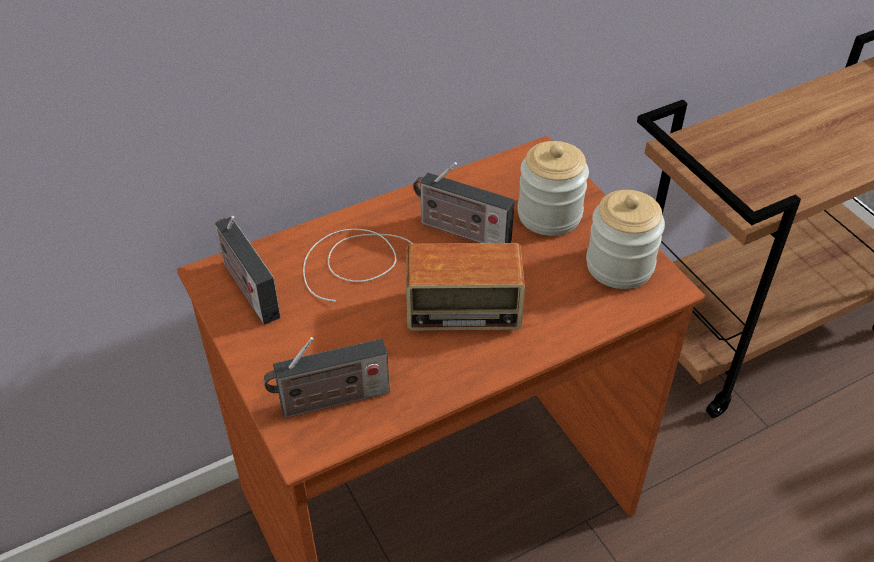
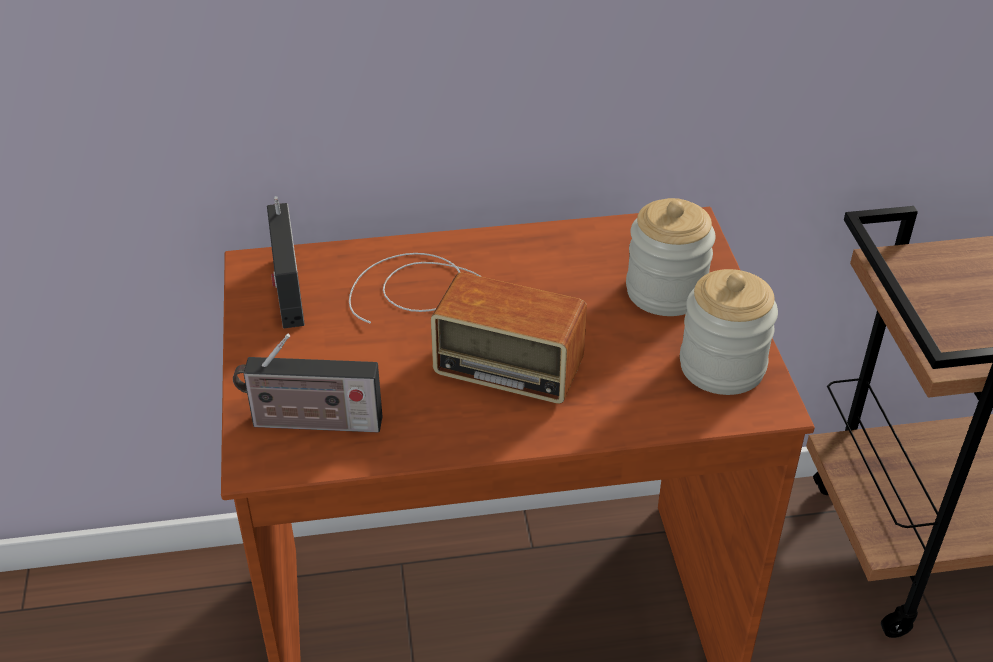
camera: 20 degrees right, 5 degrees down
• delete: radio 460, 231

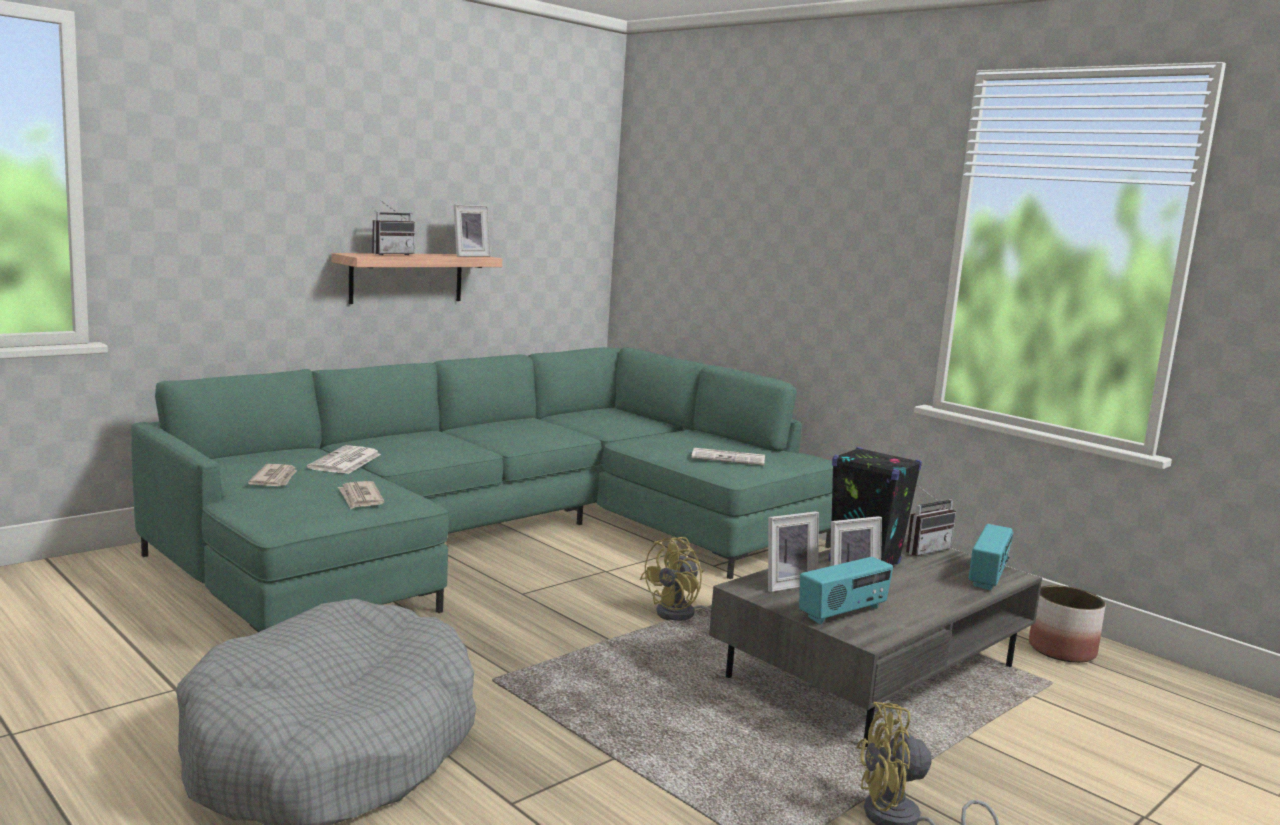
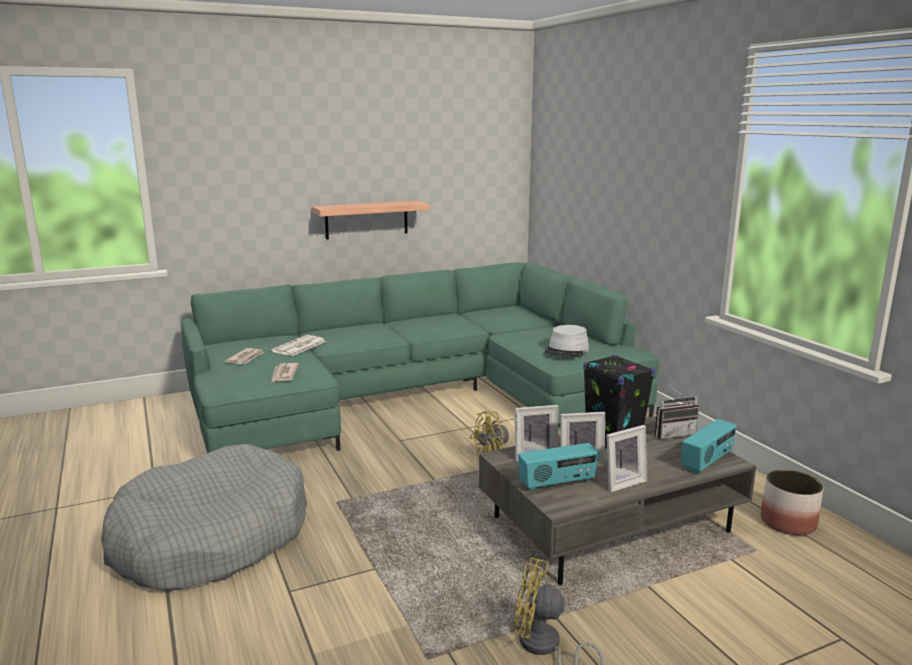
camera: 20 degrees right, 5 degrees up
• delete: radio 390, 254
• move: portarretratos 468, 256 to 622, 482
• replace: periódico 729, 458 to sombrero/gris 567, 350

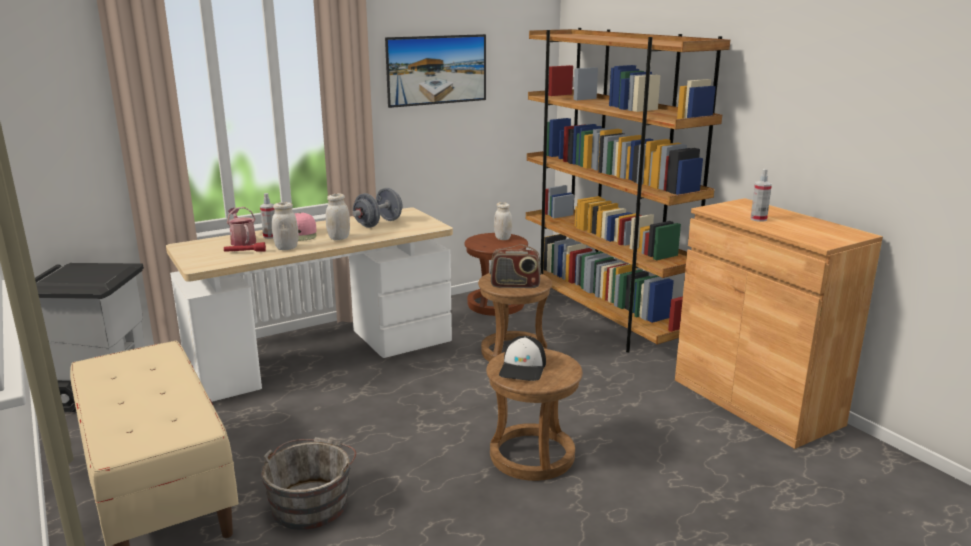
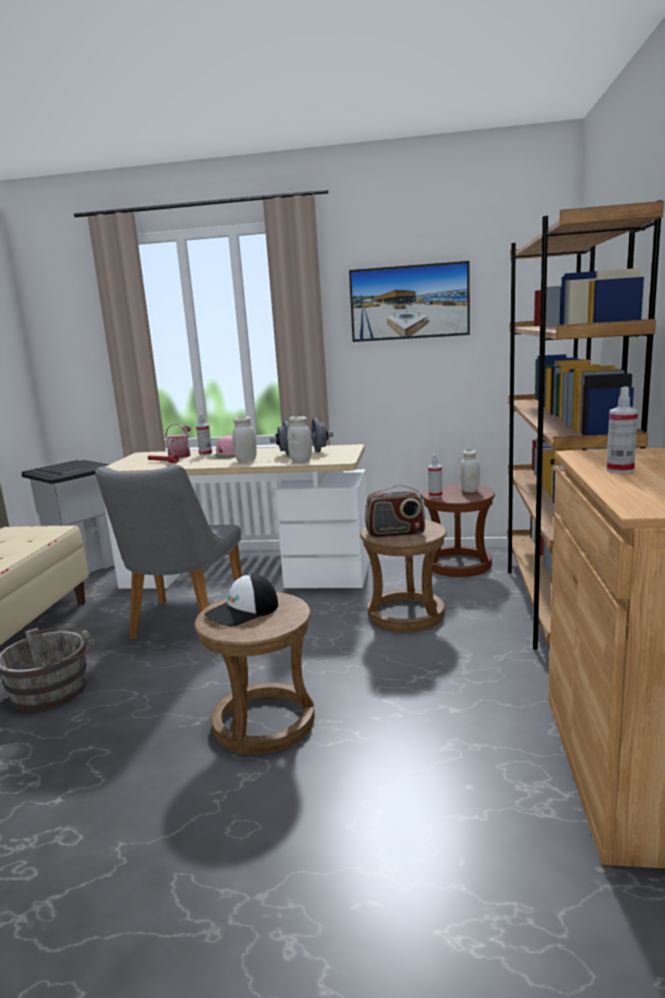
camera: 40 degrees right, 5 degrees down
• insert: silla/gris 182, 625
• insert: pulverizador 435, 496
• move: tarro/blanco 286, 248 to 301, 461
• rotate: radio 515, 285 = 395, 533 45 degrees counterclockwise

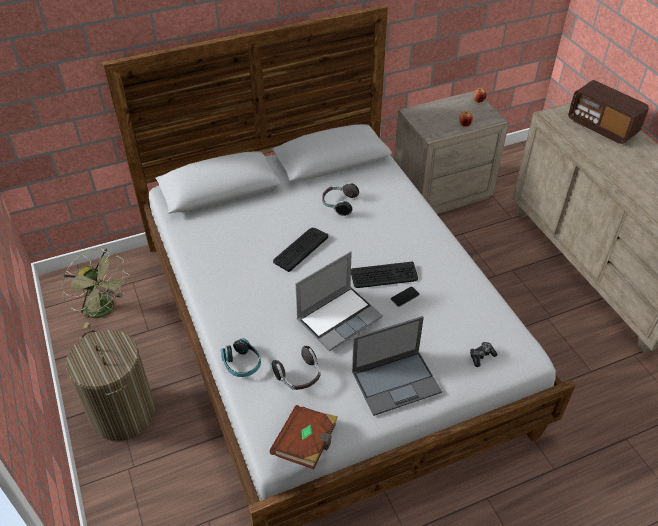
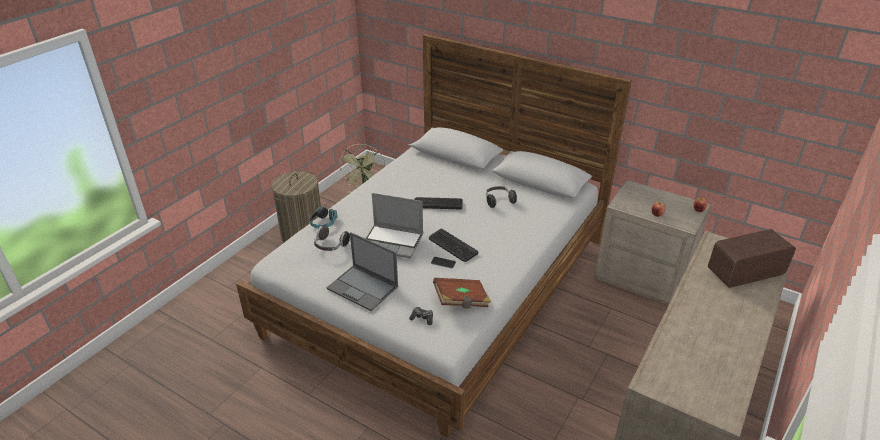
camera: 55 degrees right, 10 degrees down
• move: libro/marrón 306, 443 to 461, 301
• rotate: radio 602, 127 = 745, 273 60 degrees clockwise

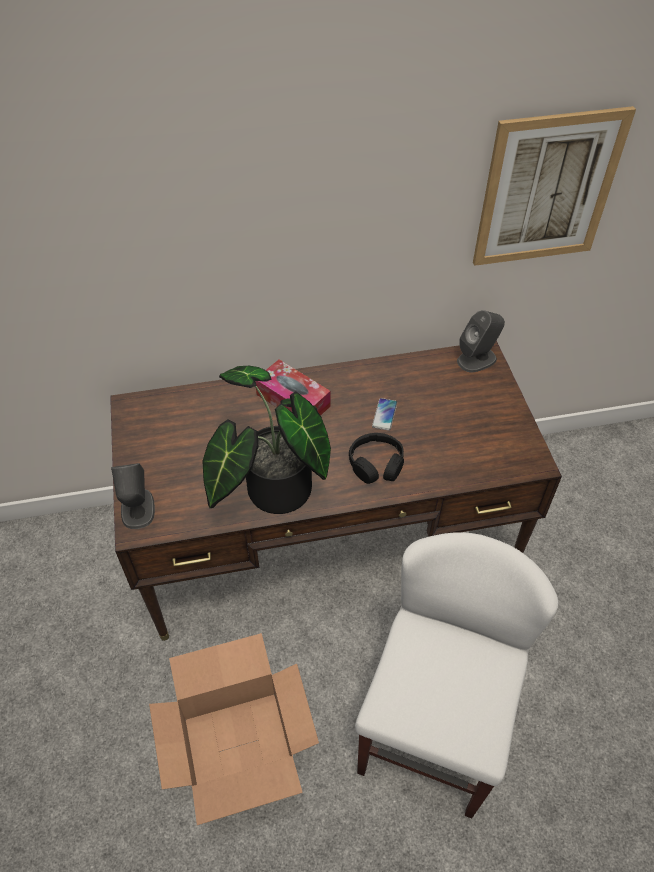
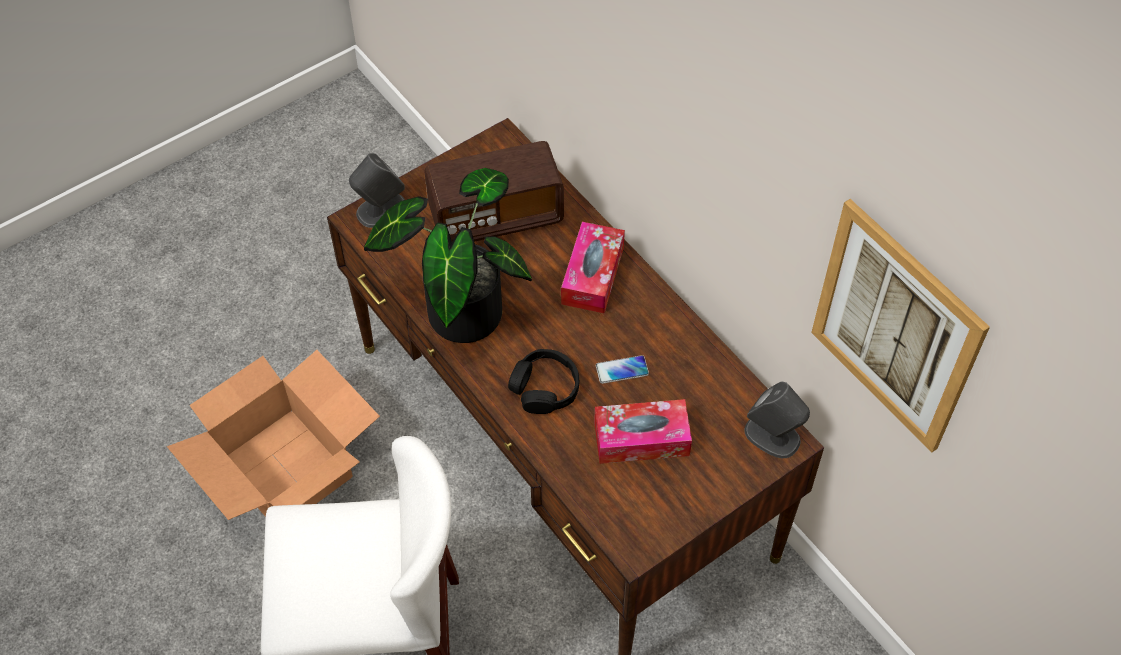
camera: 65 degrees right, 5 degrees up
• insert: radio 496, 216
• insert: caja de pañuelos 641, 439

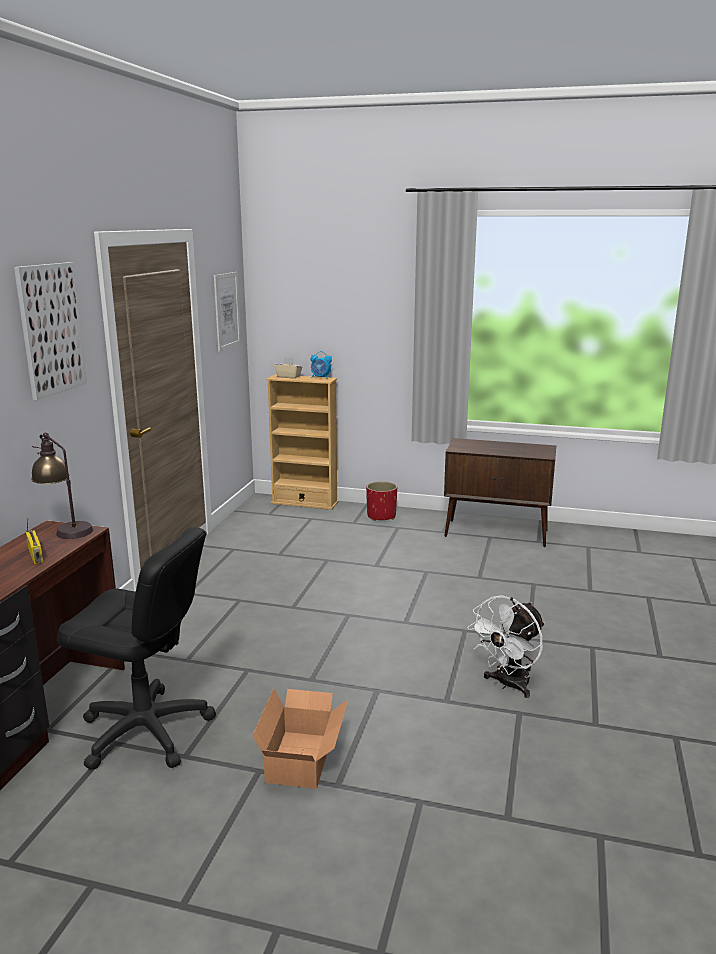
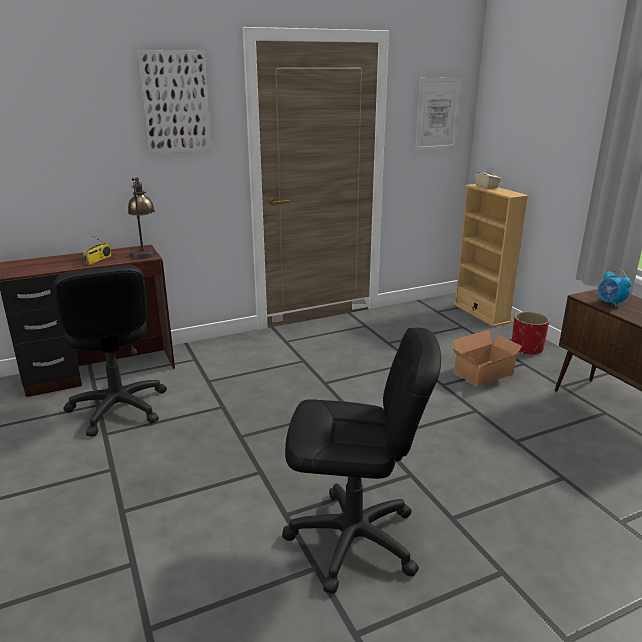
camera: 50 degrees right, 5 degrees up
• move: caja de cartón 303, 758 to 486, 374
• move: despertador 320, 377 to 610, 303
• replace: ventilador/blanco 508, 685 to silla de oficina/negro 353, 540

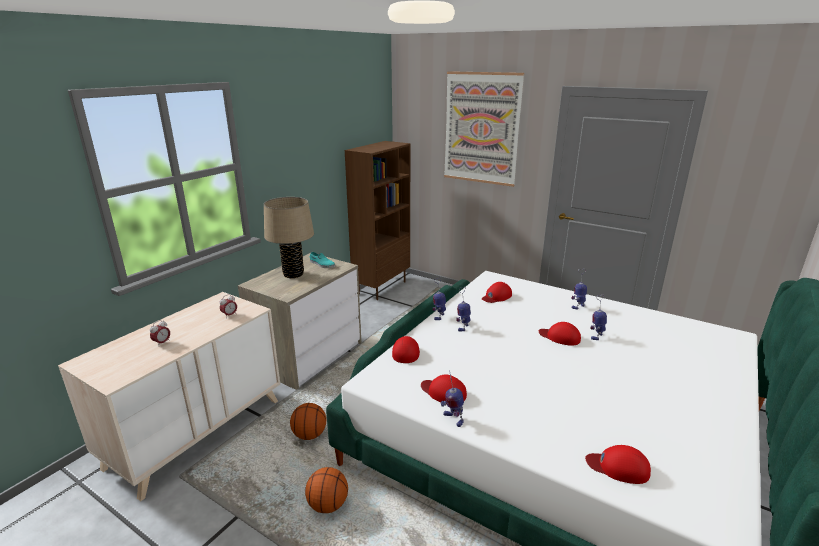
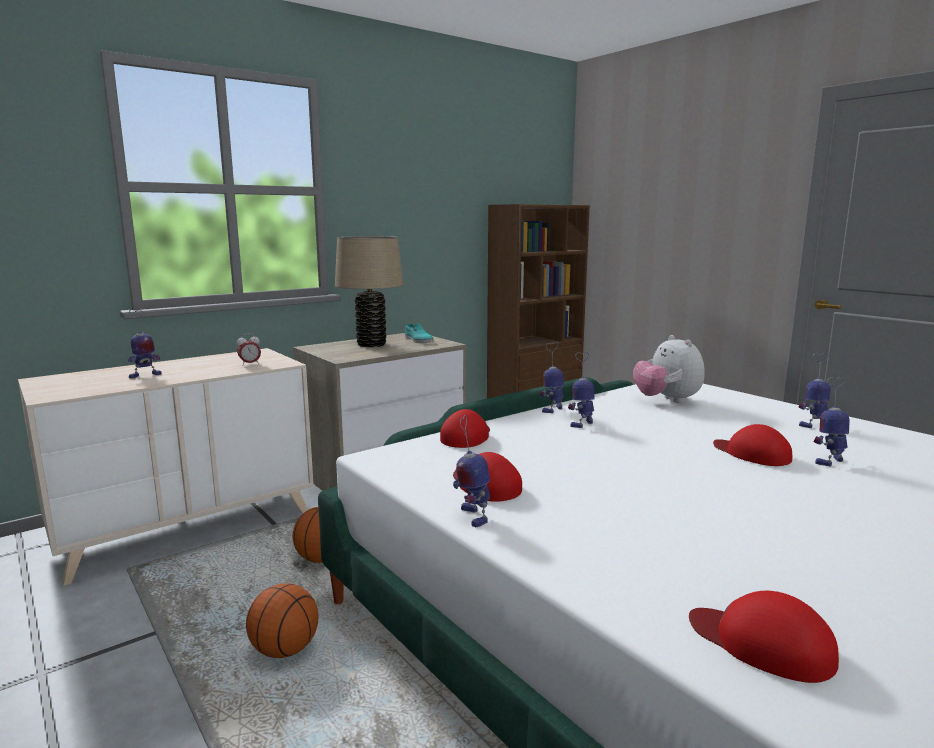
camera: 20 degrees right, 10 degrees down
• delete: cuadro 481, 128
• replace: despertador 162, 343 to robot de juguete 145, 376
• replace: gorra/rojo 496, 296 to peluche 666, 401

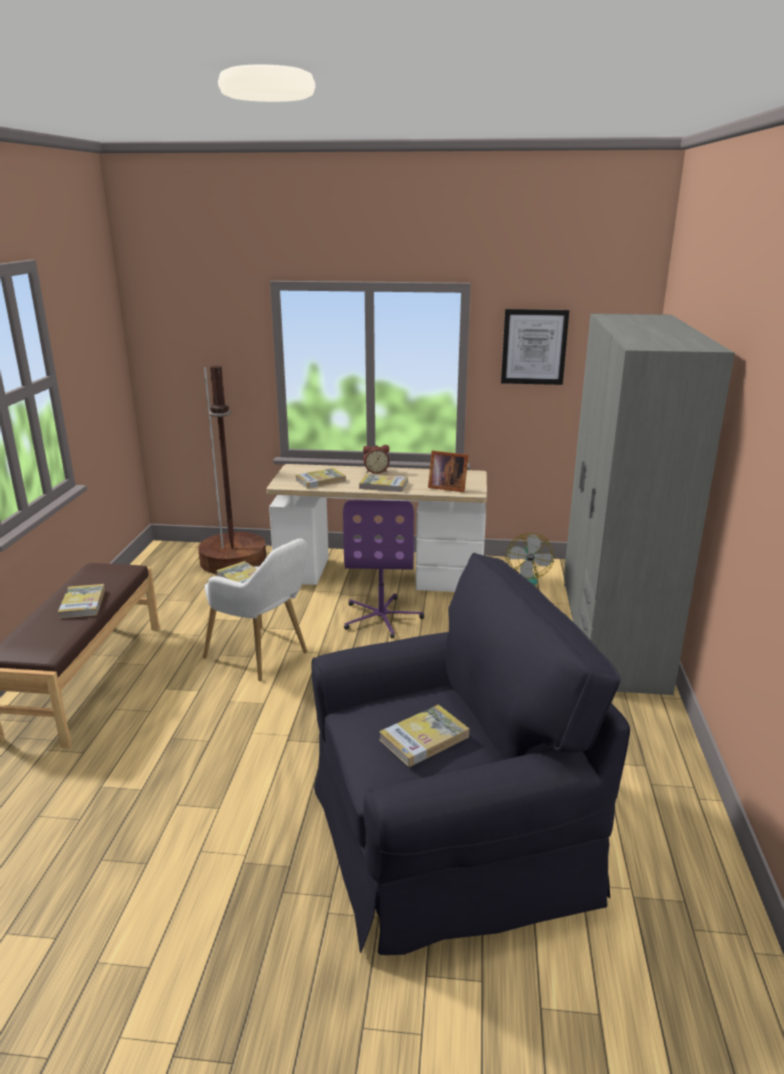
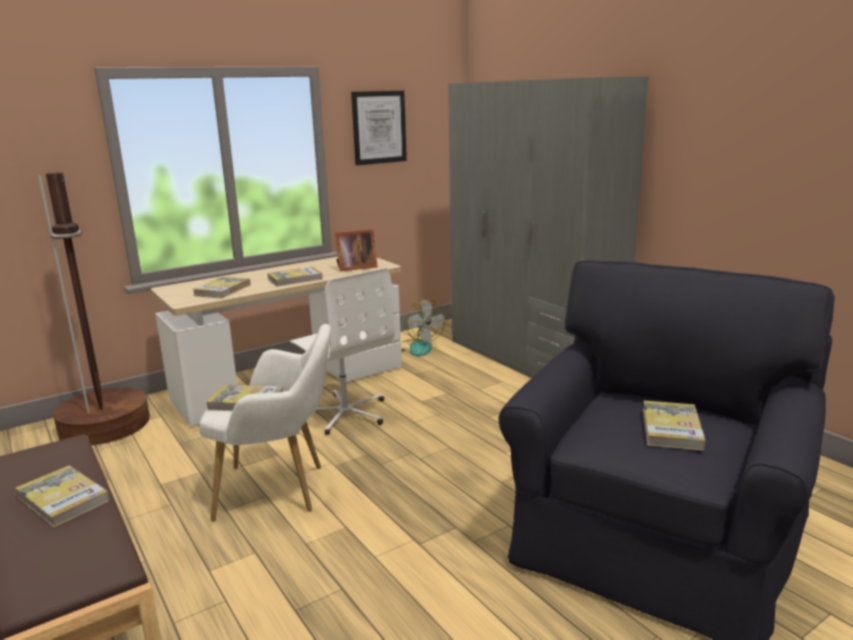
camera: 40 degrees left, 5 degrees down
• delete: despertador 376, 471
• recolor: silla de oficina/morado 382, 617 to silla de oficina/blanco 345, 413

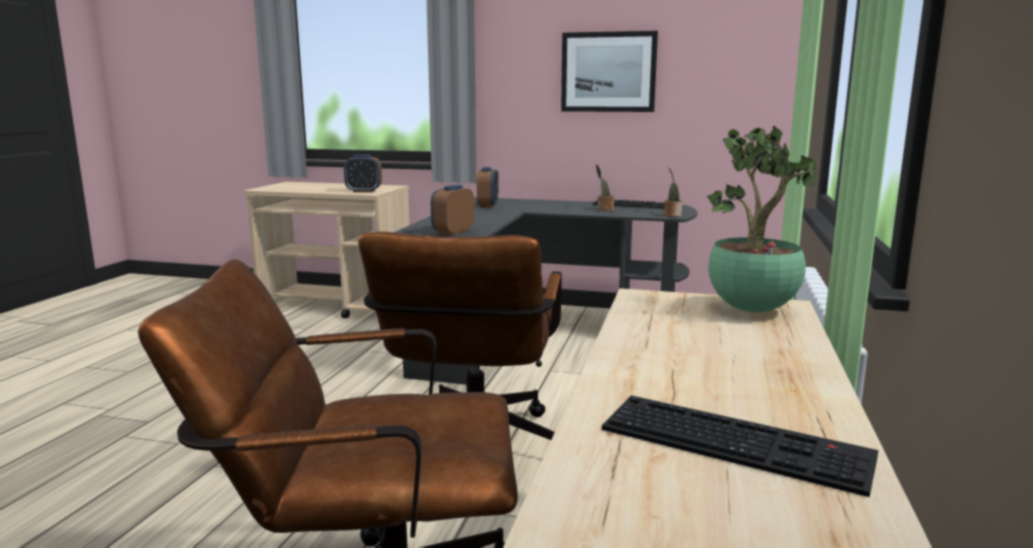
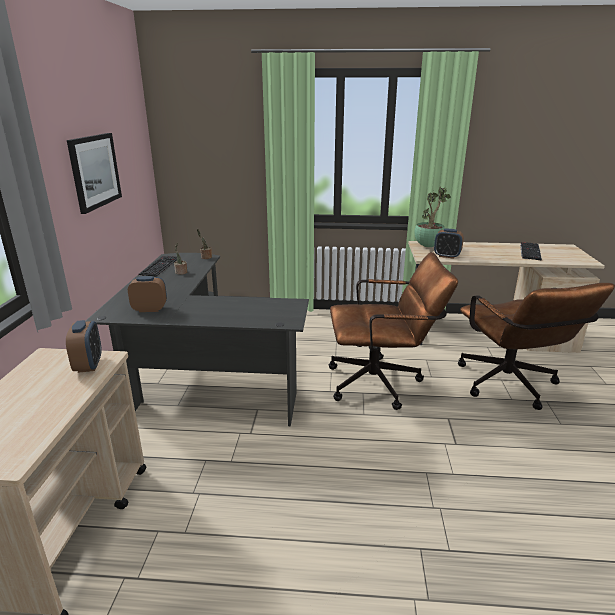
camera: 100 degrees left, 10 degrees up
• move: despertador 453, 232 to 447, 256

